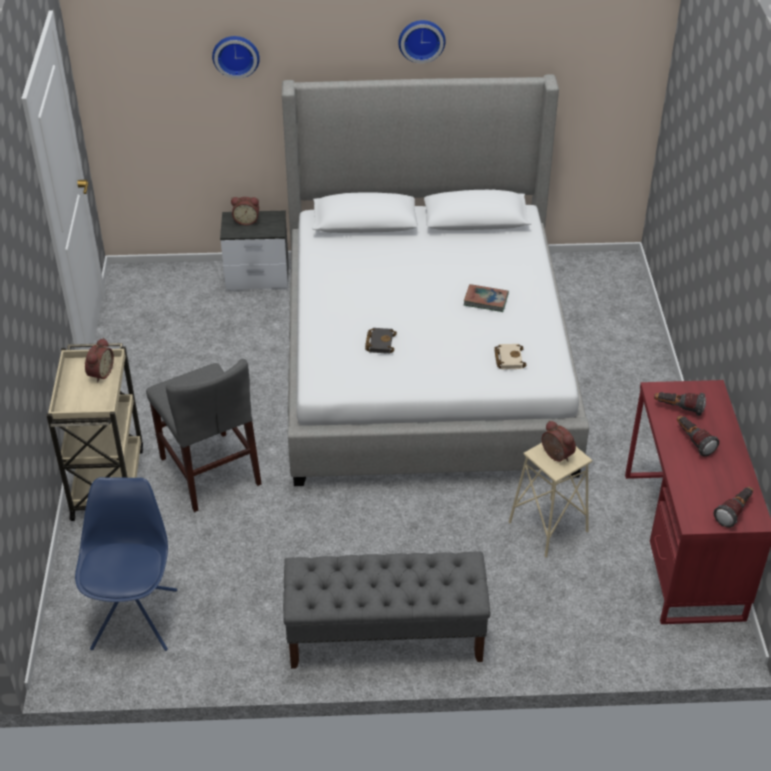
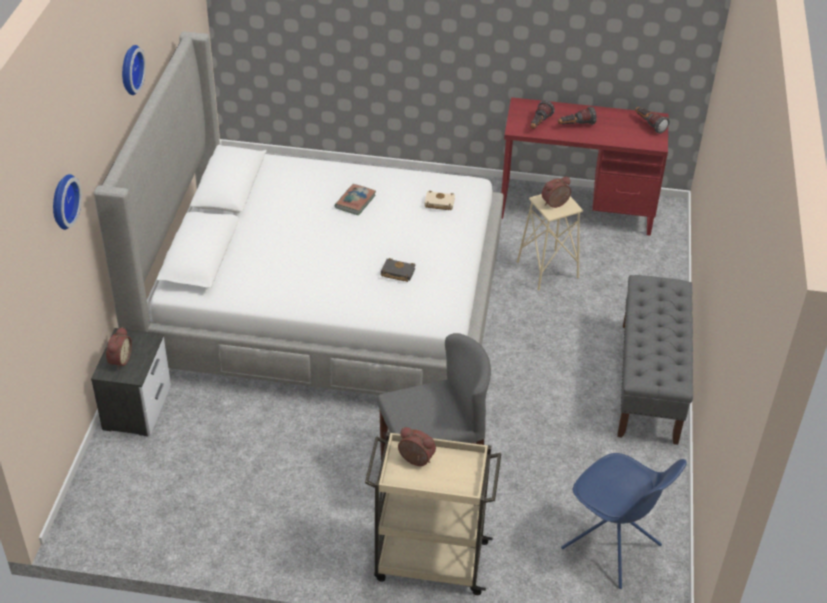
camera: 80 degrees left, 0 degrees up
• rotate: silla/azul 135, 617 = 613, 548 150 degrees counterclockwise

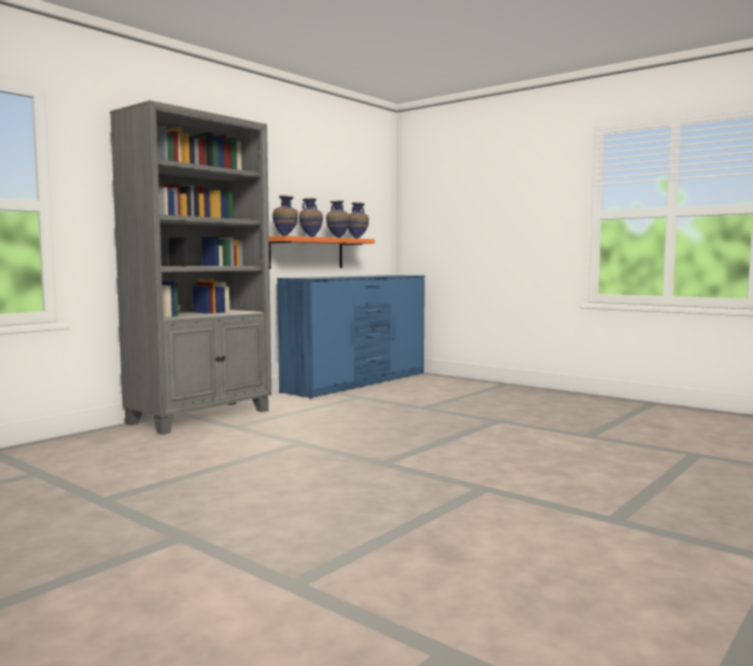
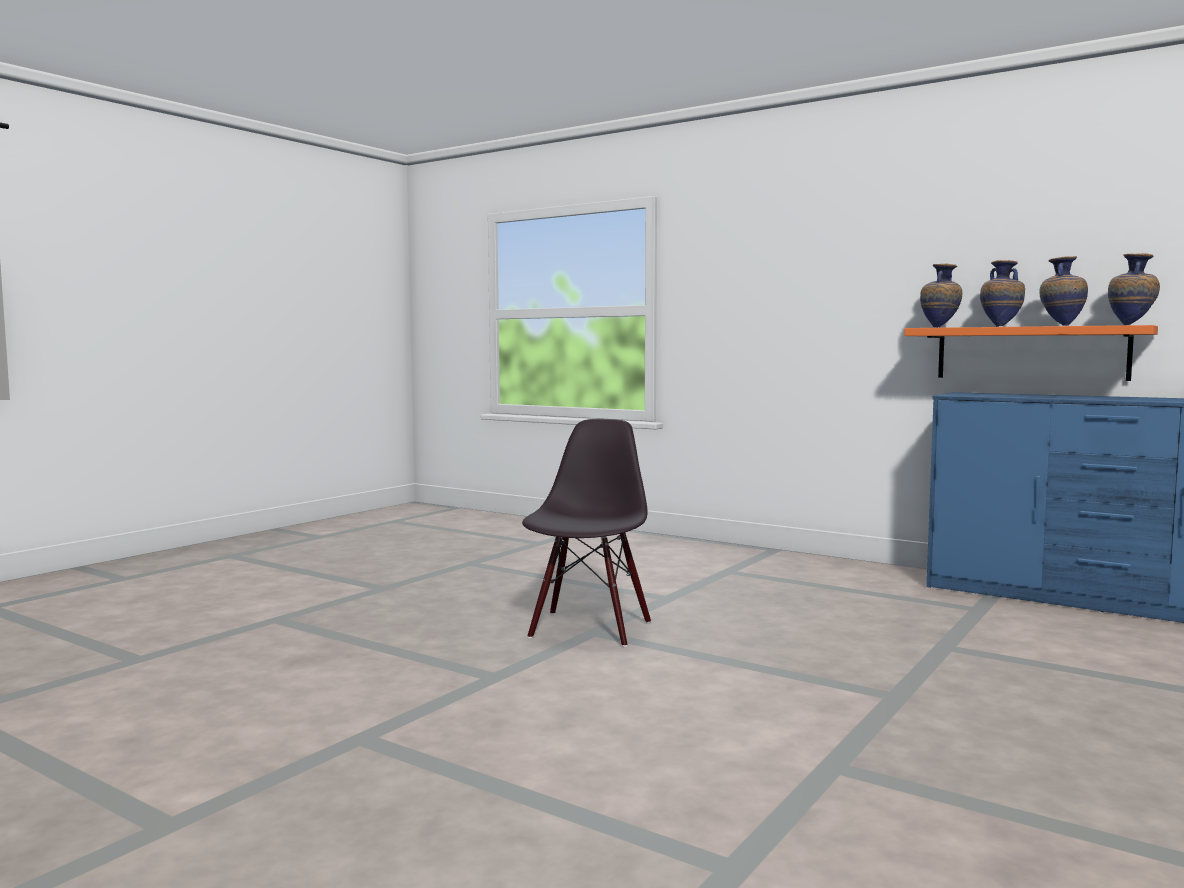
camera: 85 degrees right, 0 degrees up
• delete: estantería/gris 202, 417
• insert: silla/negro 588, 629

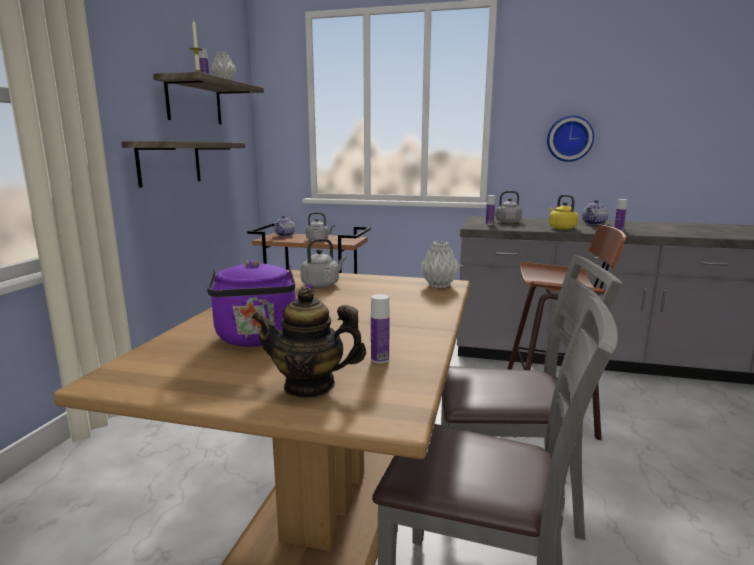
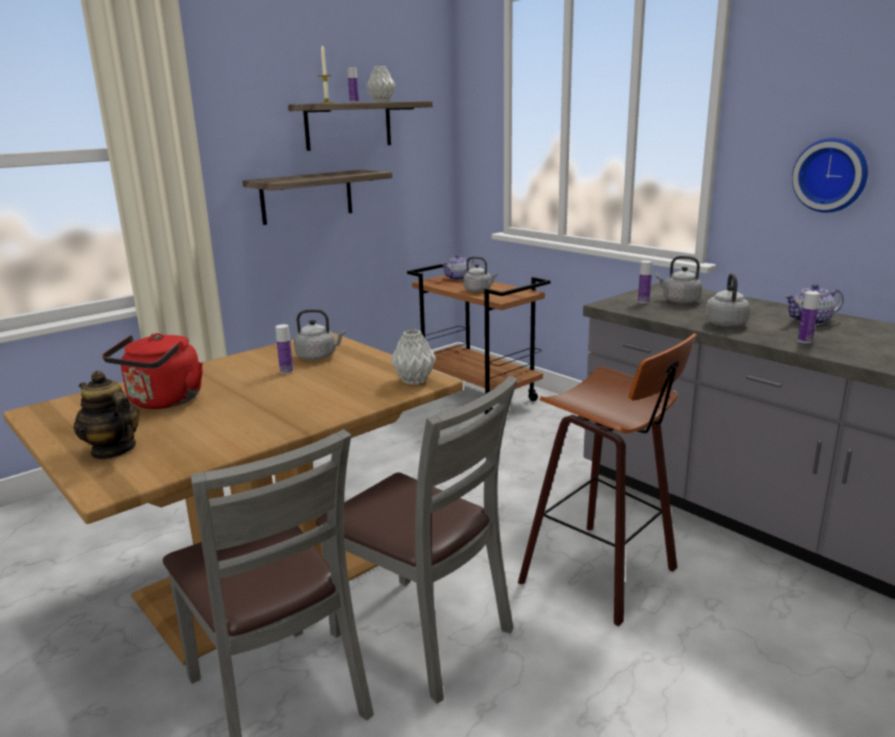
camera: 35 degrees right, 5 degrees up
• move: botella 380, 359 to 286, 371
• recolor: hervidor/morado 258, 339 to hervidor/rojo 163, 402
• recolor: hervidor/amarillo 561, 228 to hervidor/gris 725, 323

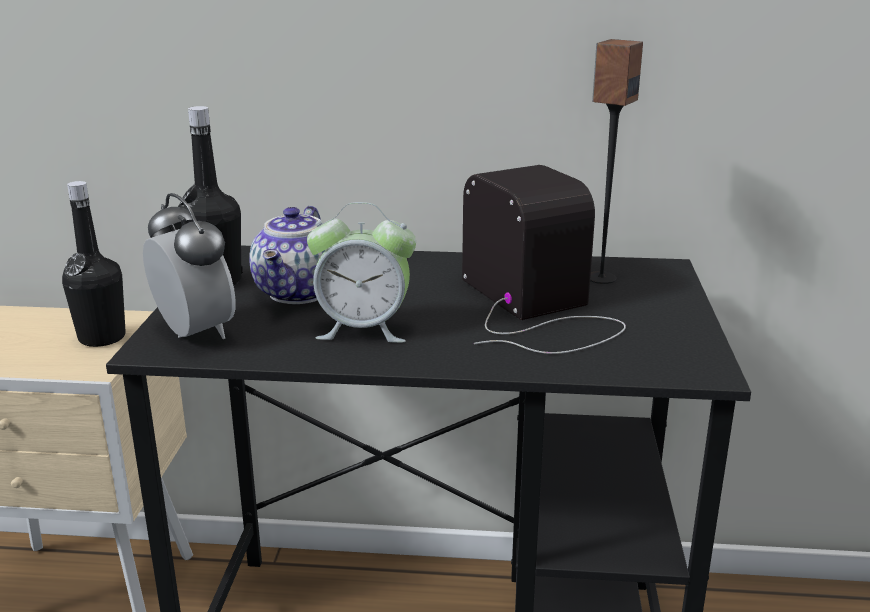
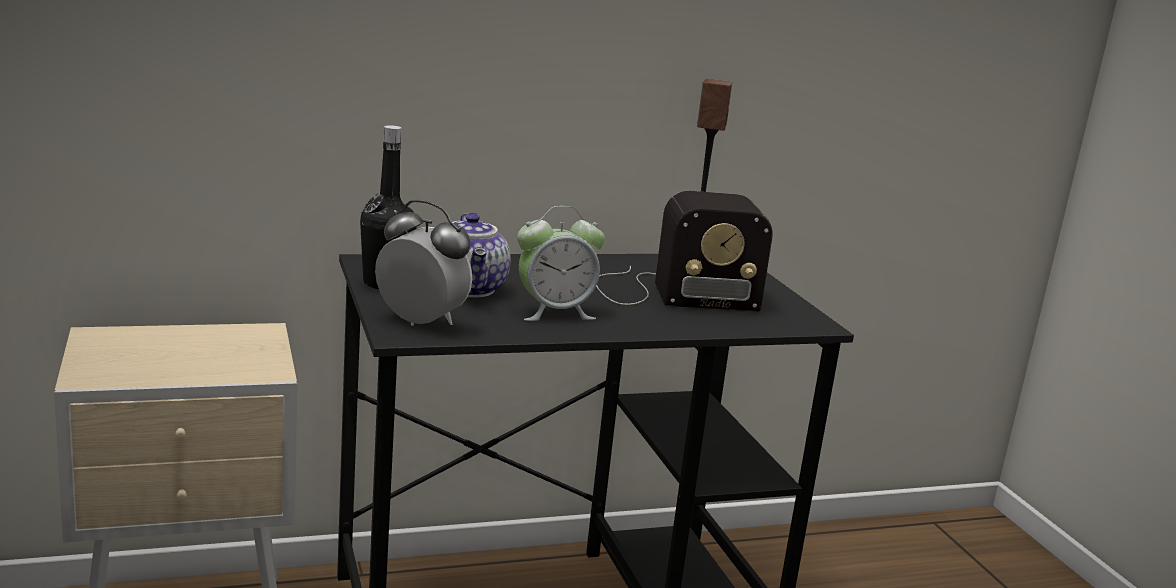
camera: 25 degrees left, 5 degrees down
• delete: botella/negro 102, 338
• rotate: radio 538, 310 = 669, 292 135 degrees clockwise

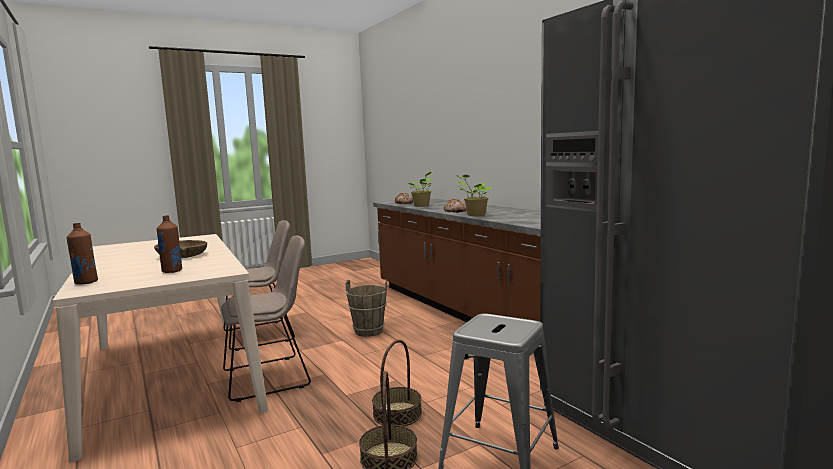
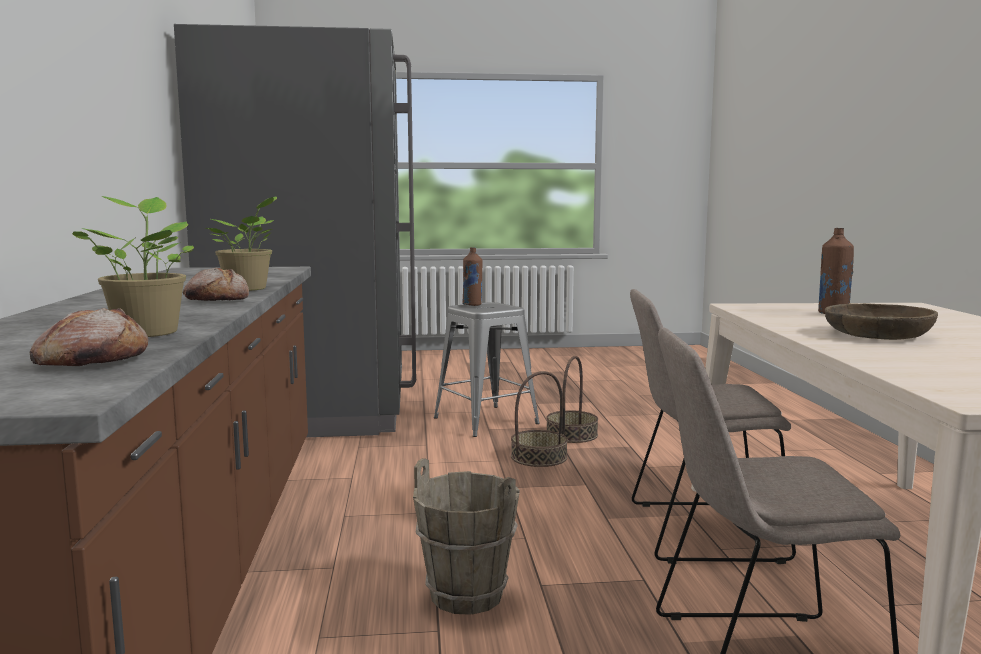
camera: 155 degrees left, 0 degrees up
• move: botella/marrón 86, 282 to 472, 305

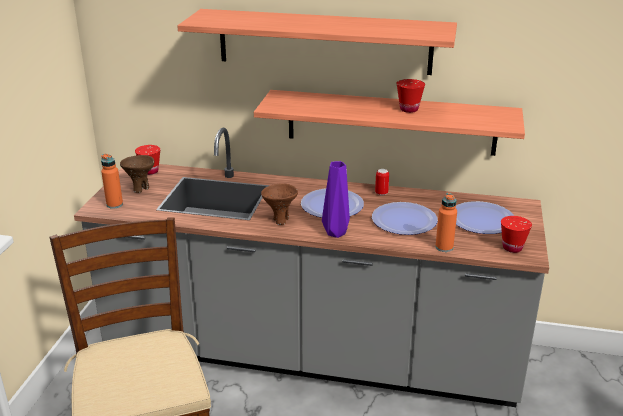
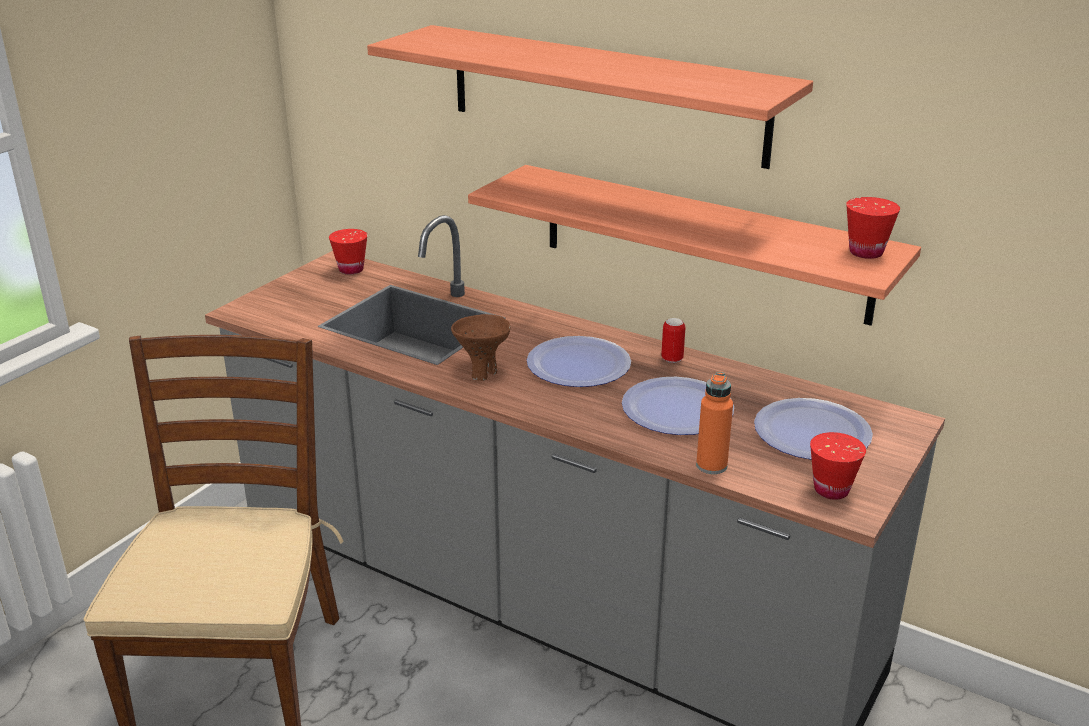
camera: 20 degrees right, 0 degrees up
• delete: botella/naranja 114, 204
• delete: cuenco/marrón 140, 188
• delete: florero/morado 334, 233
• move: taza/rojo 409, 109 to 866, 252

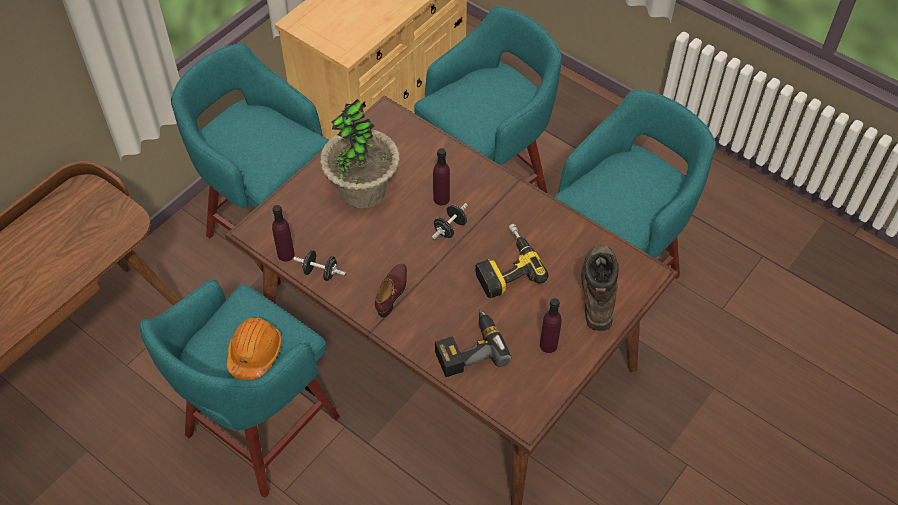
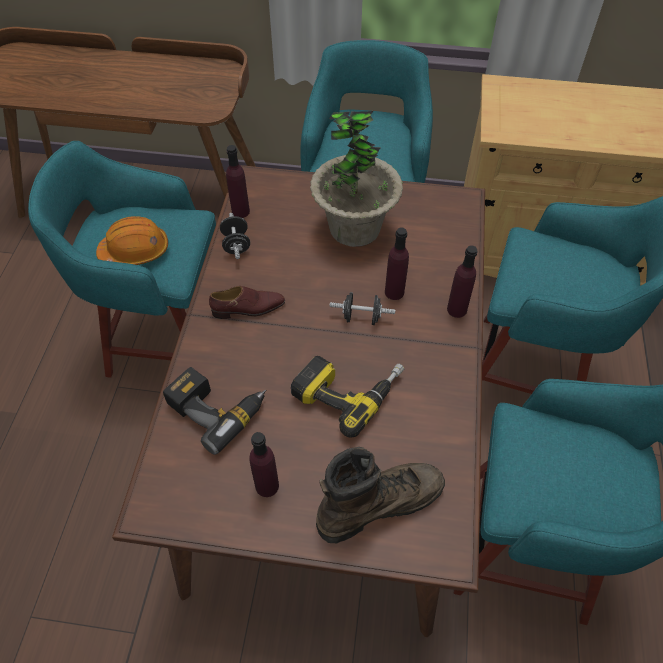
camera: 60 degrees right, 0 degrees up
• insert: botella/morado 457, 309

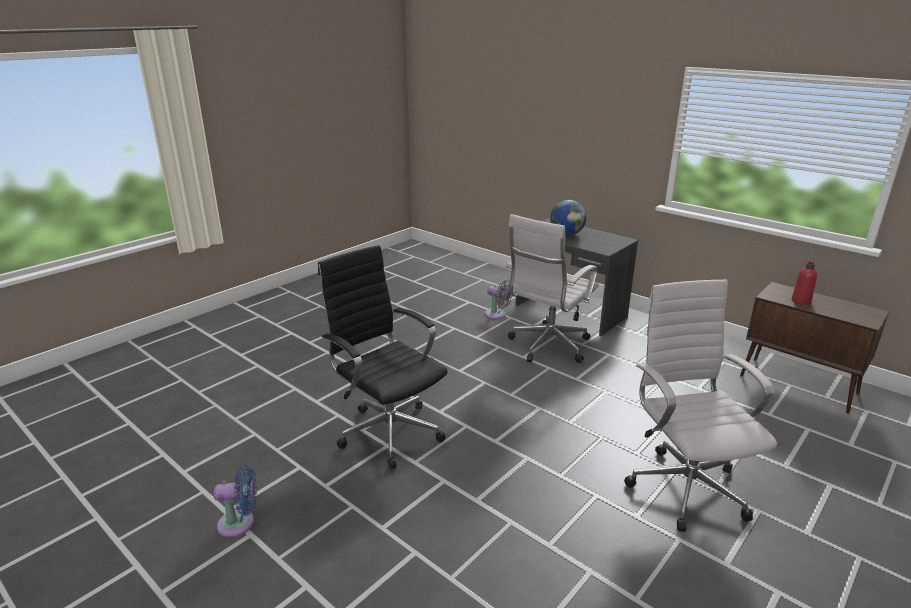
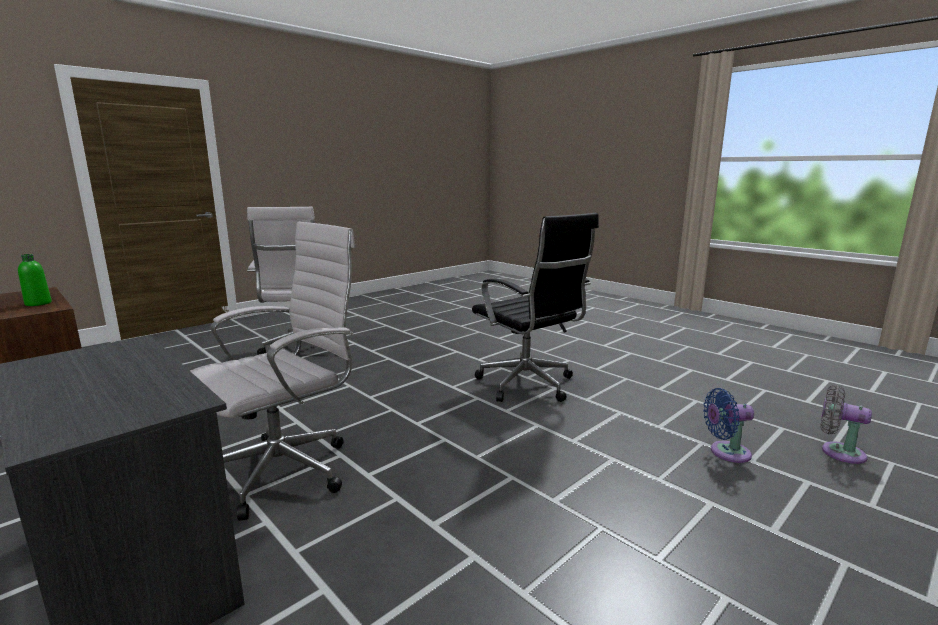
camera: 175 degrees left, 10 degrees down
• delete: globo terráqueo 566, 234
• move: ventilador/azul 240, 523 to 726, 452
• move: ventilador/gris 497, 315 to 838, 452
• recolor: botella/rojo 801, 301 to botella/verde 38, 303

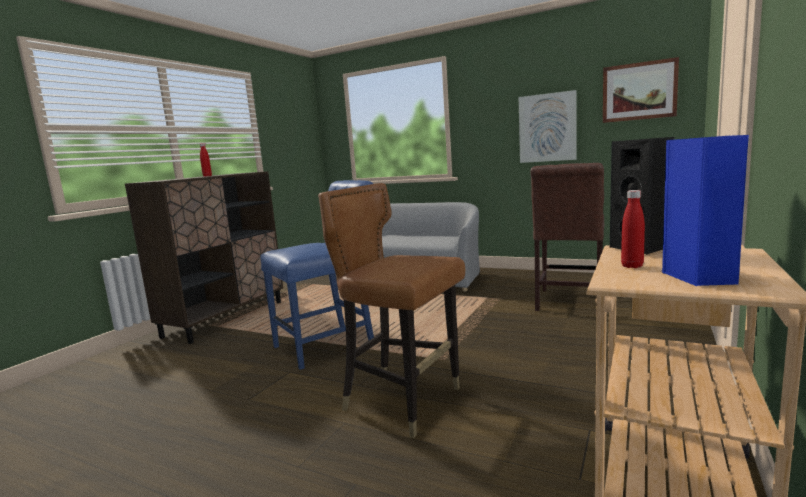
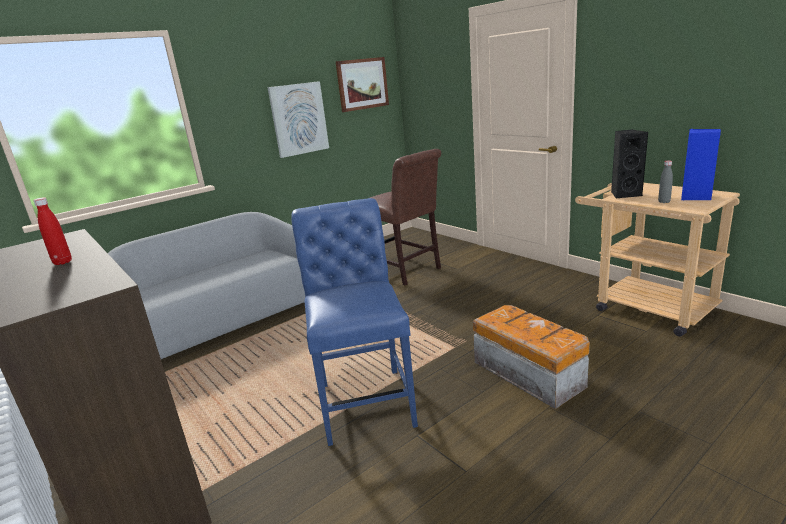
camera: 65 degrees left, 10 degrees up
• replace: silla/marrón 403, 402 to caja de almacenaje 528, 373
• recolor: botella/rojo 632, 266 to botella/gris 664, 202

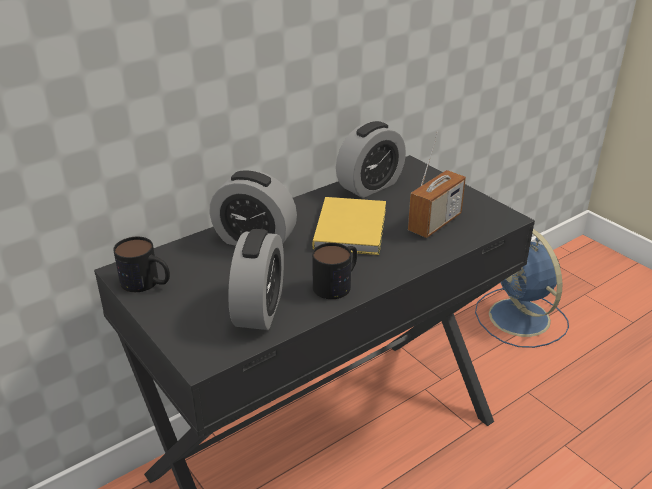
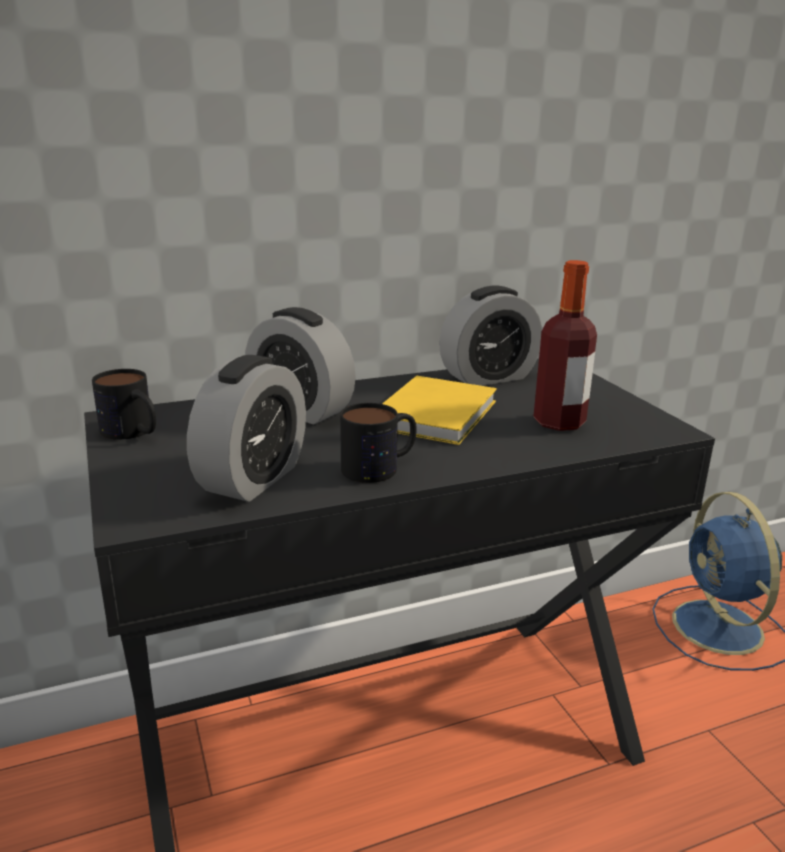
camera: 15 degrees right, 10 degrees down
• replace: radio 435, 223 to botella 559, 422

